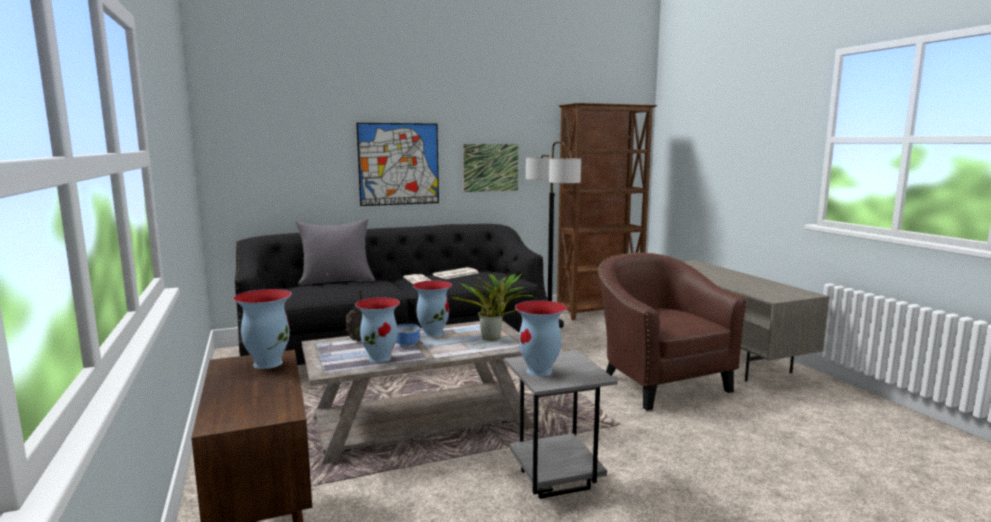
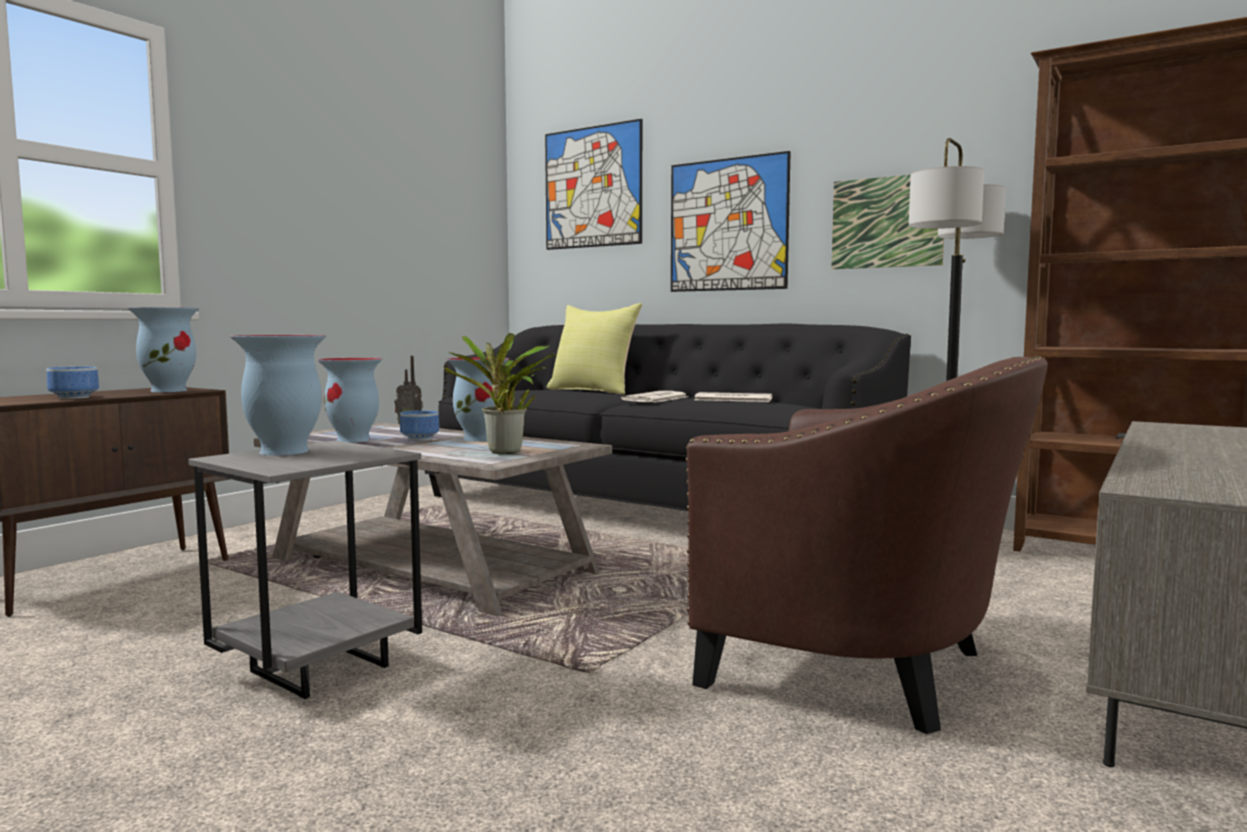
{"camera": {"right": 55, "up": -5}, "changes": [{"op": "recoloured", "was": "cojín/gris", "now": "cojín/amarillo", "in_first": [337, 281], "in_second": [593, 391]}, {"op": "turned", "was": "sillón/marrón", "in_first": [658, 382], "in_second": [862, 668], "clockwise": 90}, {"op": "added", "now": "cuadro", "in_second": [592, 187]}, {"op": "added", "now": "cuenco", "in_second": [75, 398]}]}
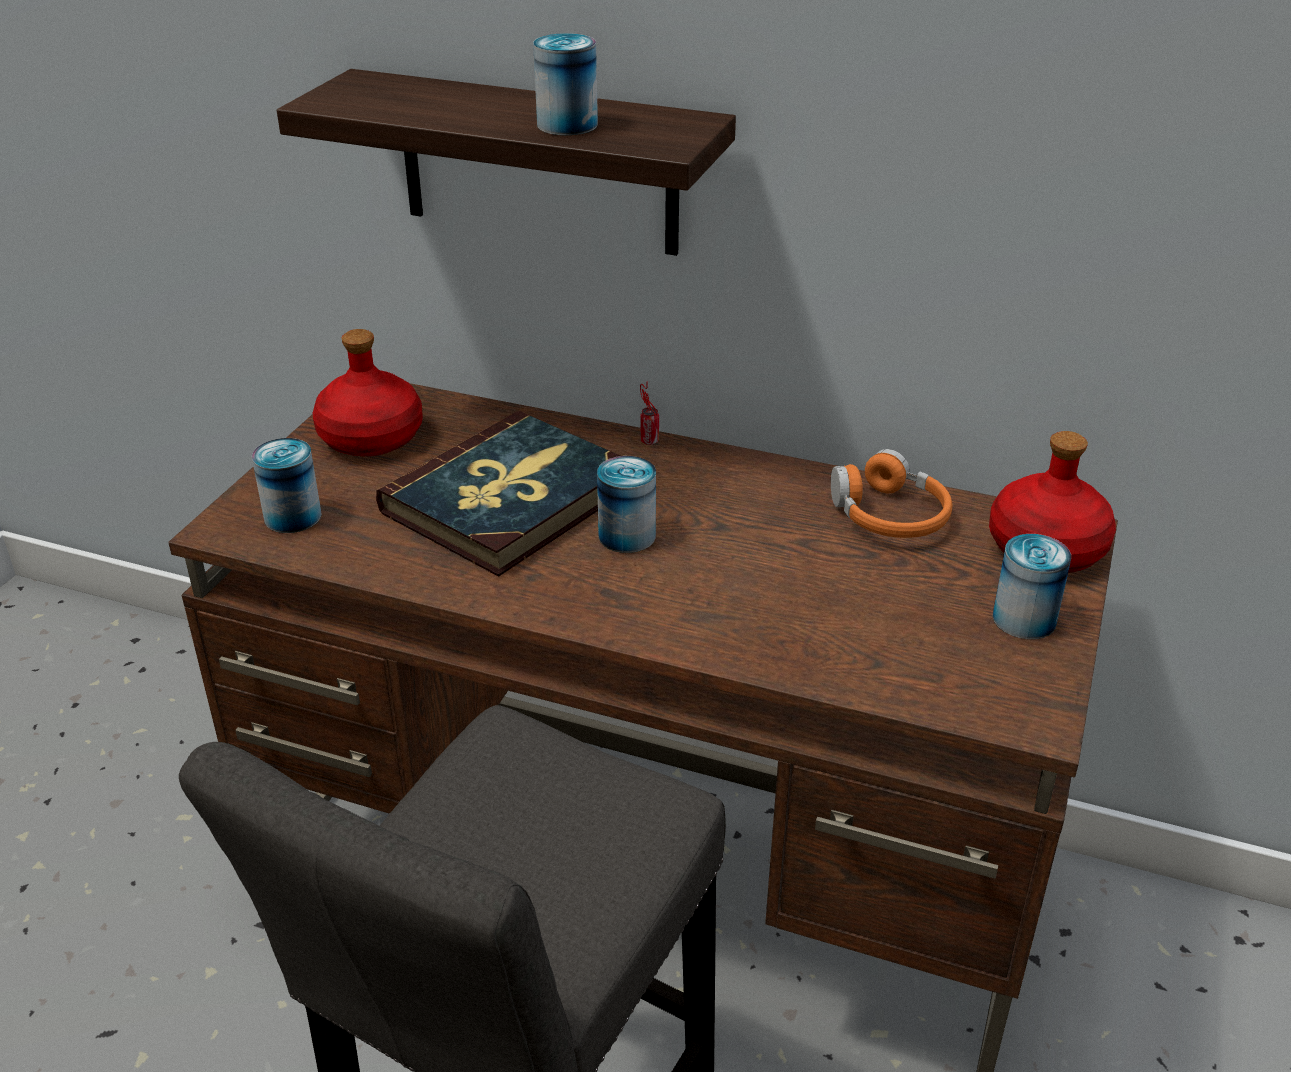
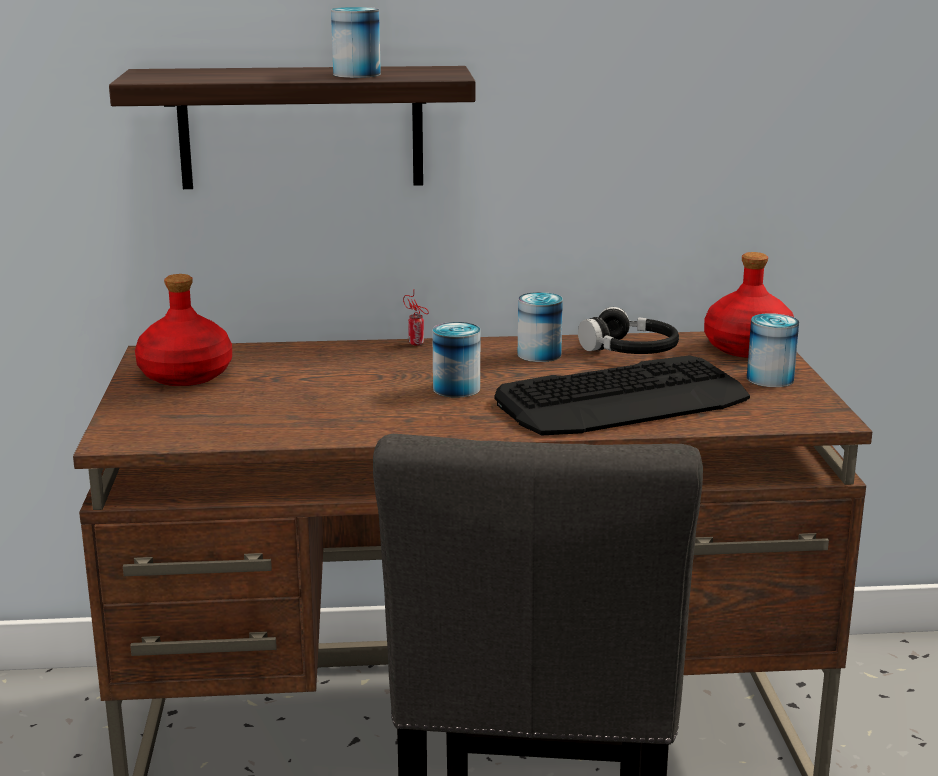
{"camera": {"right": -25, "up": -15}, "changes": [{"op": "removed", "was": "libro", "in_first": [510, 500]}, {"op": "moved", "was": "lata", "in_first": [293, 516], "in_second": [539, 354]}, {"op": "recoloured", "was": "auriculares/naranja", "now": "auriculares/negro", "in_first": [889, 515], "in_second": [629, 350]}, {"op": "added", "now": "teclado", "in_second": [623, 400]}]}
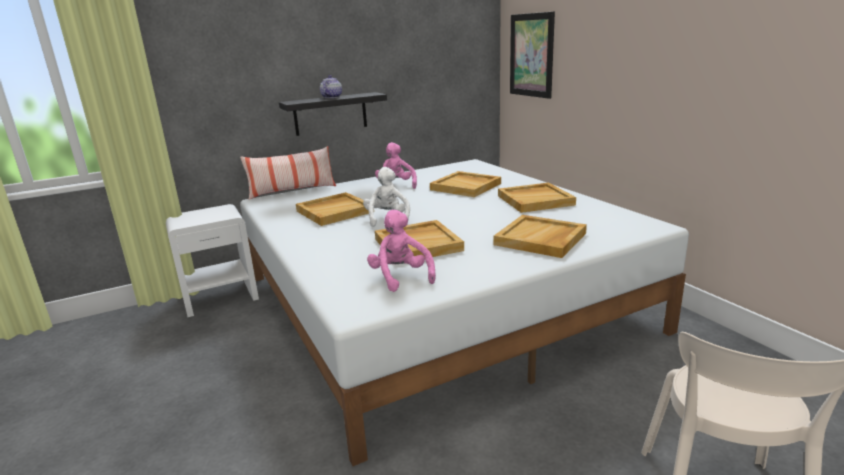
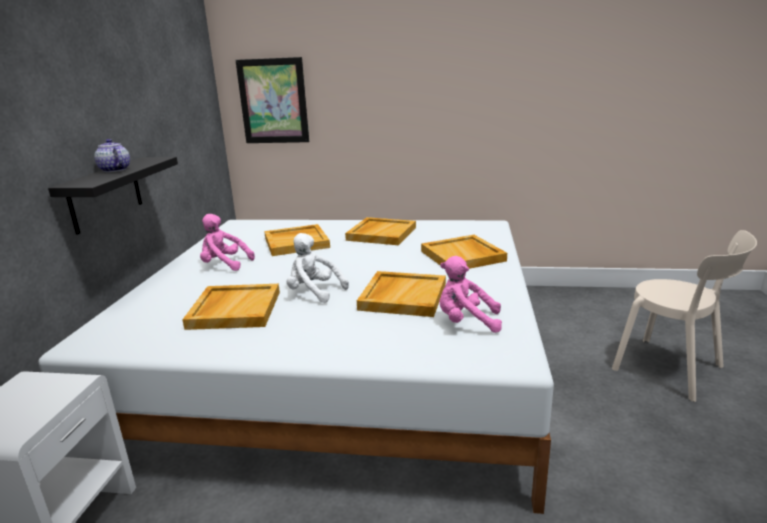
{"camera": {"right": -55, "up": 0}, "changes": [{"op": "removed", "was": "cojín", "in_first": [292, 191]}]}
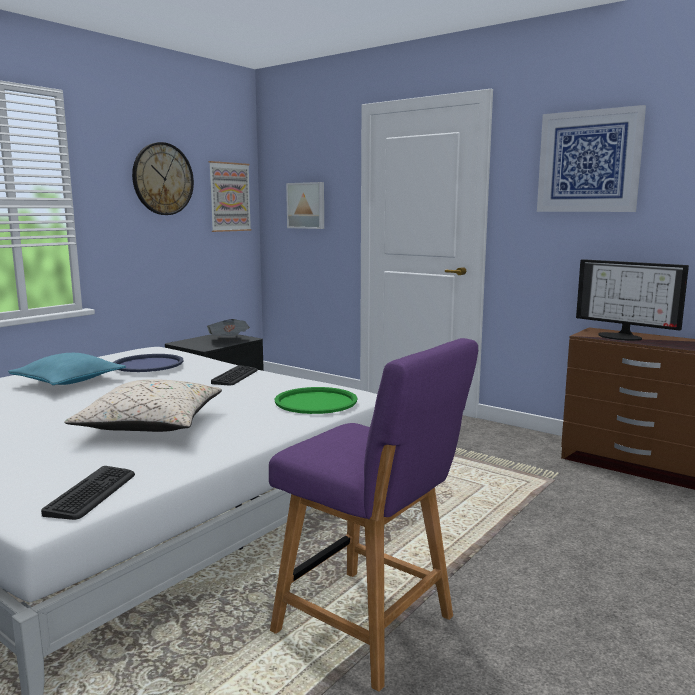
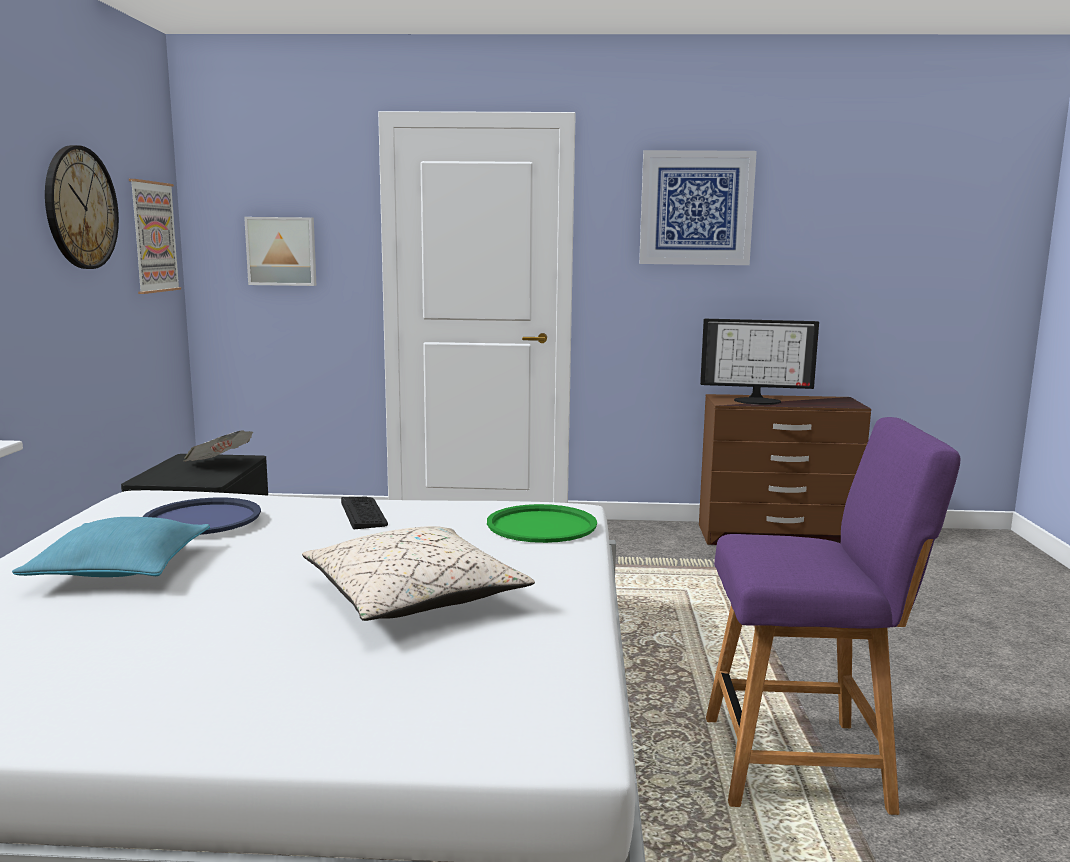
{"camera": {"right": -35, "up": 0}, "changes": [{"op": "removed", "was": "teclado", "in_first": [92, 493]}]}
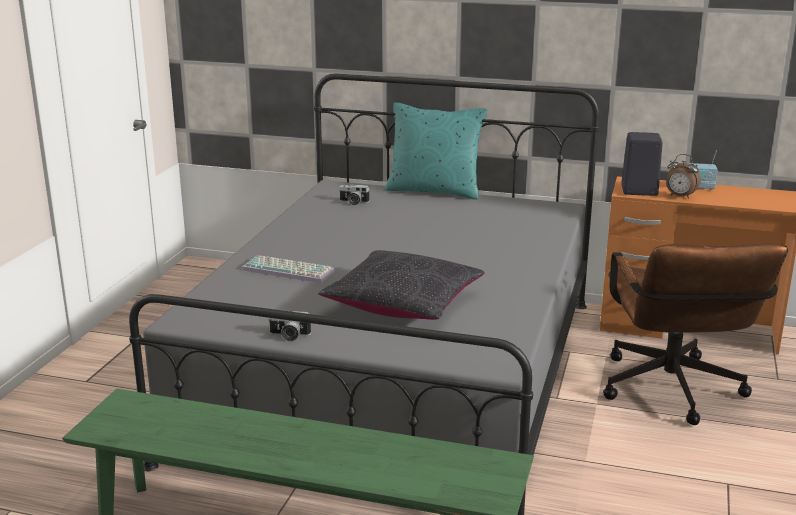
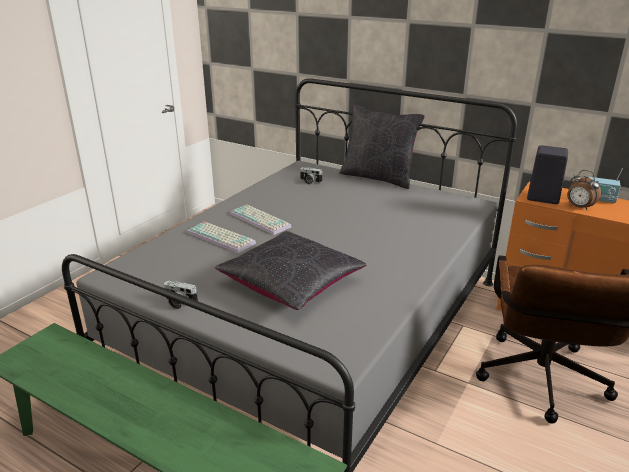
{"camera": {"right": 15, "up": 5}, "changes": [{"op": "recoloured", "was": "cojín/turquesa", "now": "cojín/negro", "in_first": [434, 190], "in_second": [378, 177]}, {"op": "added", "now": "teclado", "in_second": [261, 220]}]}
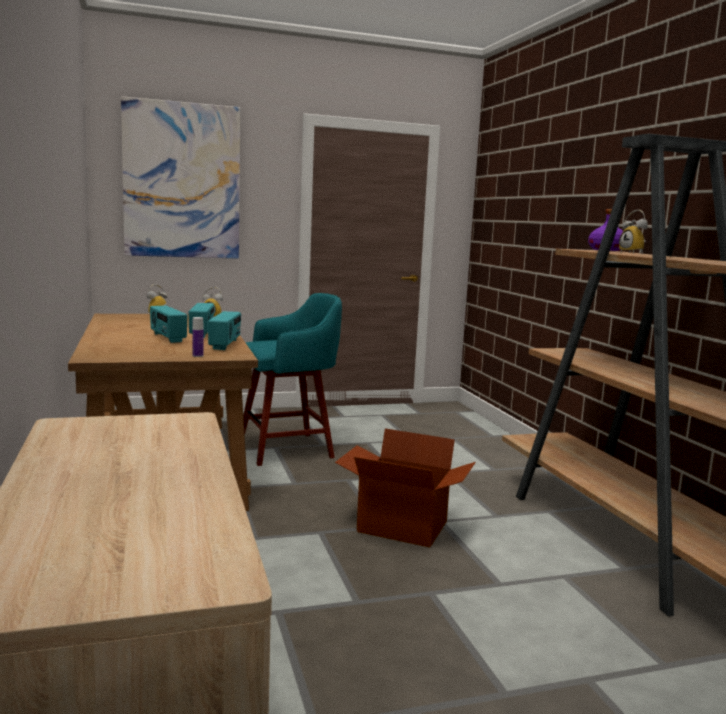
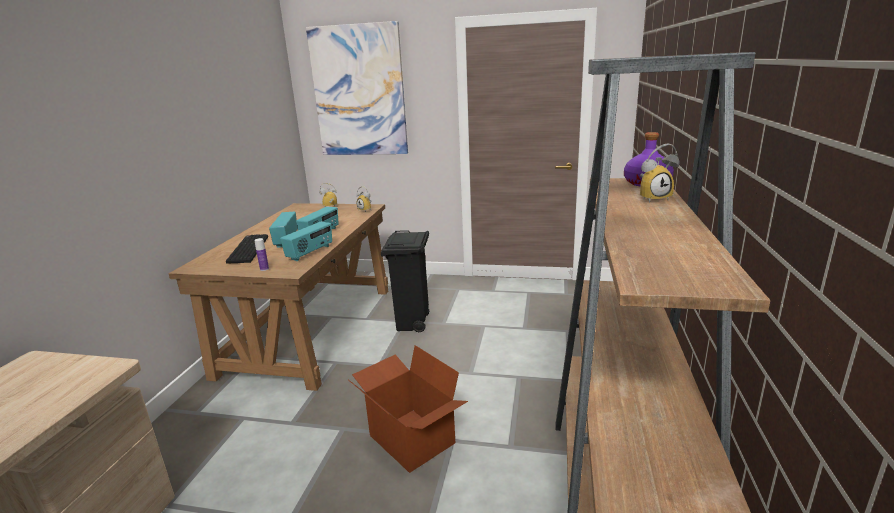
{"camera": {"right": 30, "up": 10}, "changes": [{"op": "turned", "was": "despertador", "in_first": [634, 253], "in_second": [653, 198], "clockwise": -105}, {"op": "replaced", "was": "taburete/turquesa", "now": "papelera/negro", "in_first": [288, 449], "in_second": [412, 324]}, {"op": "added", "now": "teclado", "in_second": [247, 249]}]}
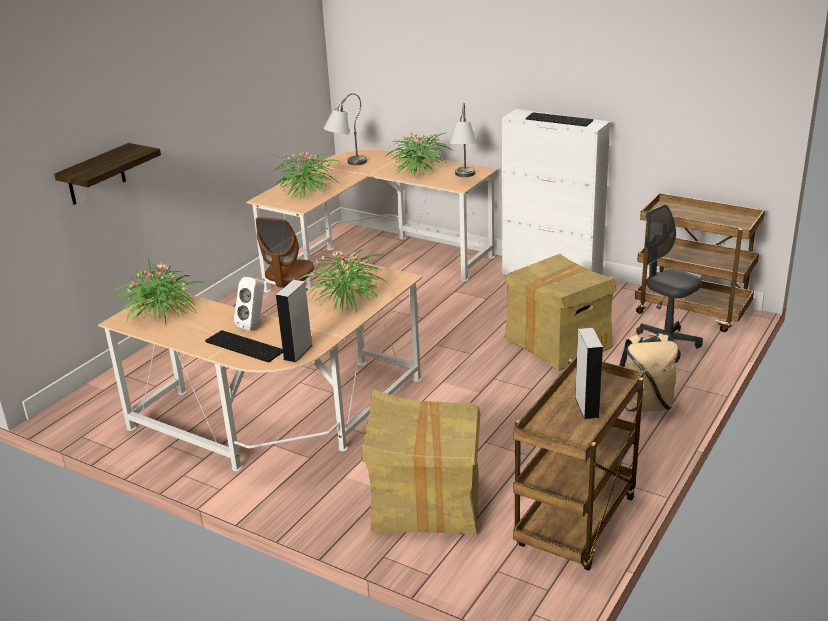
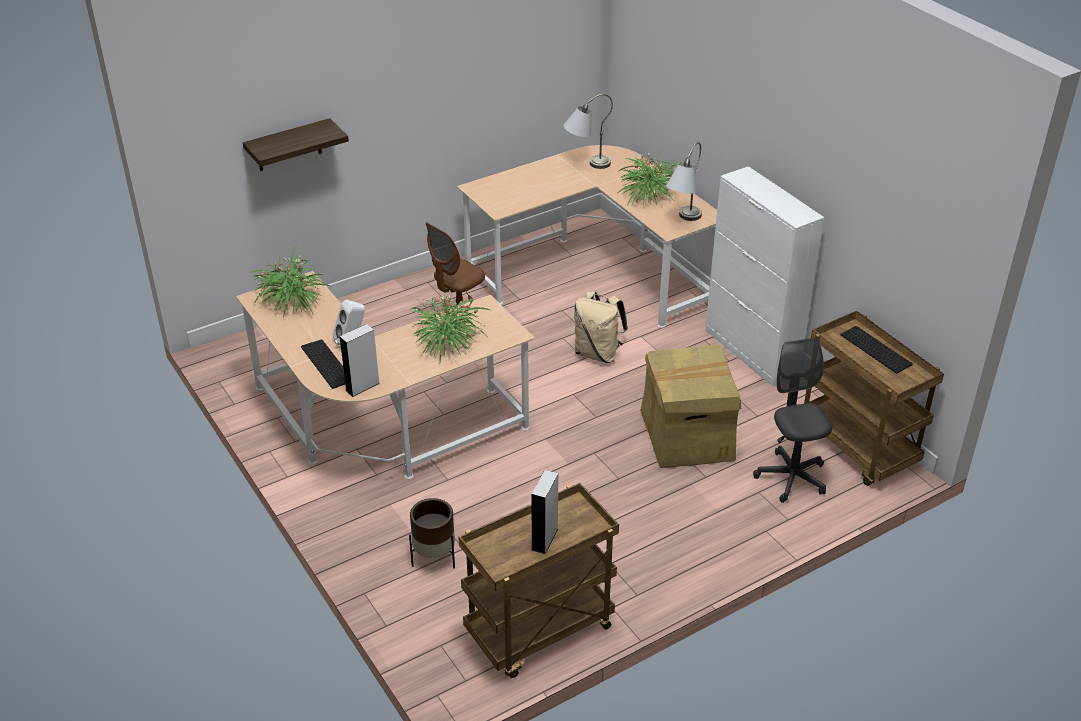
{"camera": {"right": 25, "up": 10}, "changes": [{"op": "moved", "was": "teclado", "in_first": [560, 119], "in_second": [877, 349]}, {"op": "removed", "was": "planta en maceta", "in_first": [306, 191]}, {"op": "moved", "was": "mochila/beis", "in_first": [645, 405], "in_second": [598, 353]}, {"op": "replaced", "was": "caja de cartón", "now": "maceta/marrón", "in_first": [425, 503], "in_second": [434, 558]}]}
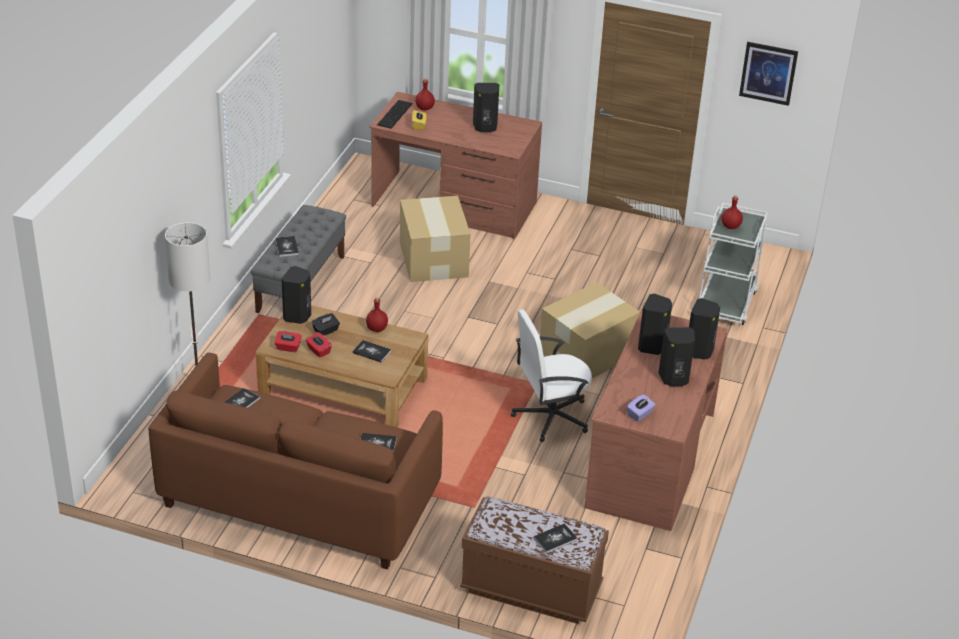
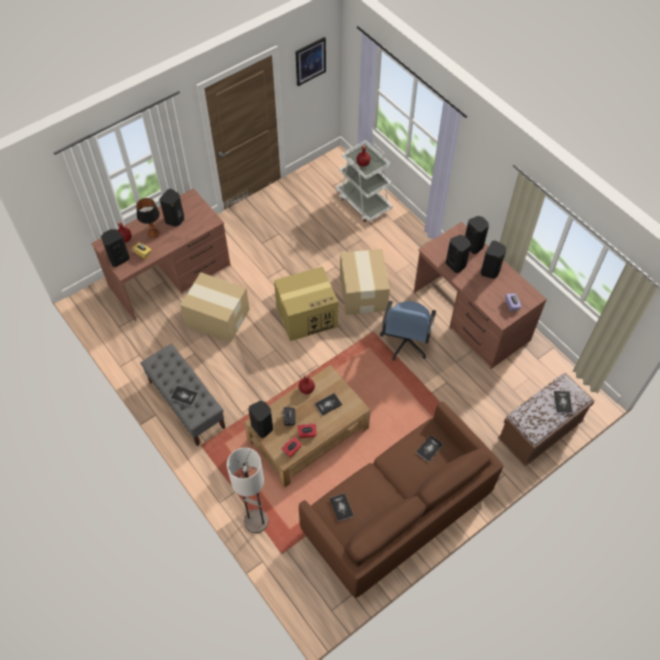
{"camera": {"right": -55, "up": 20}, "changes": [{"op": "replaced", "was": "teclado", "now": "altavoz/negro", "in_first": [395, 114], "in_second": [118, 258]}, {"op": "recoloured", "was": "silla de oficina/blanco", "now": "silla de oficina/azul", "in_first": [550, 416], "in_second": [405, 341]}, {"op": "added", "now": "lámpara de mesa", "in_second": [153, 233]}, {"op": "added", "now": "caja de cartón", "in_second": [307, 316]}]}
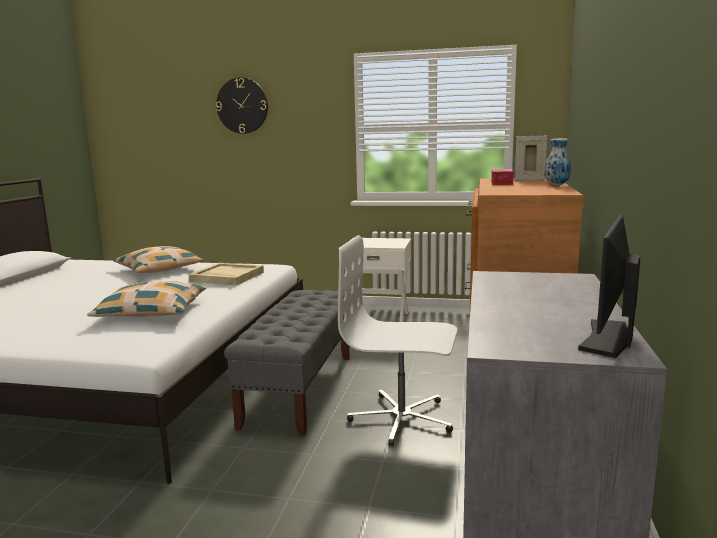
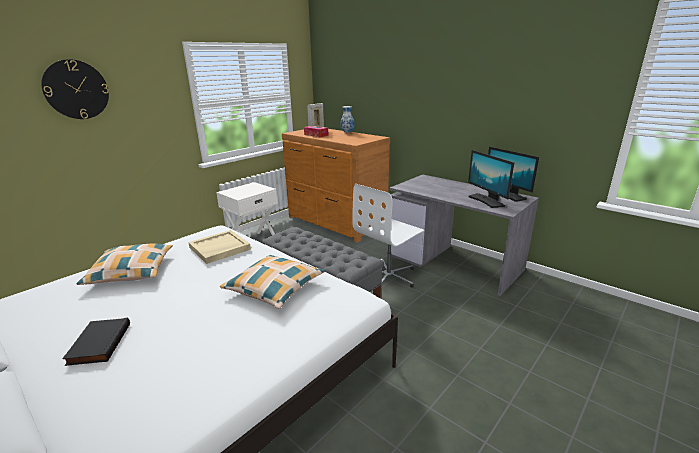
{"camera": {"right": -60, "up": 10}, "changes": [{"op": "added", "now": "monitor", "in_second": [486, 201]}, {"op": "added", "now": "libro/negro", "in_second": [98, 343]}]}
